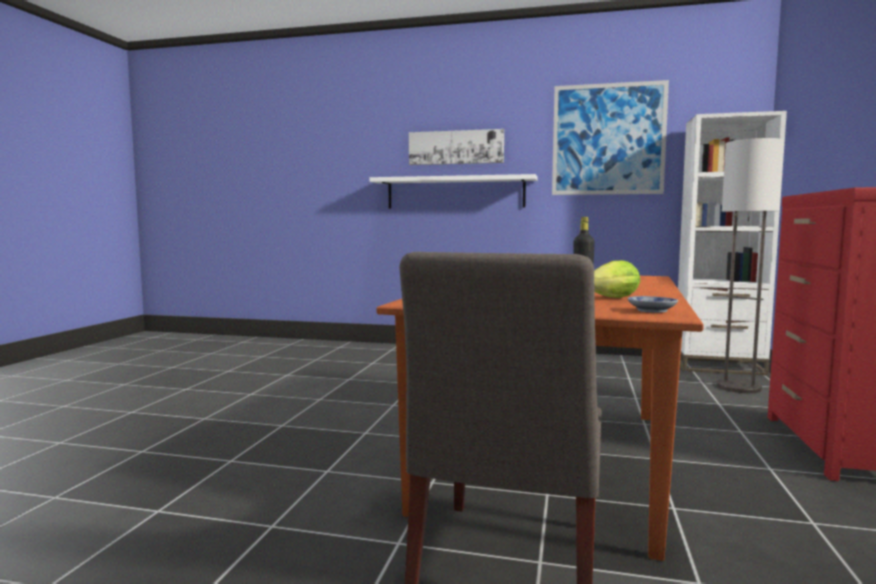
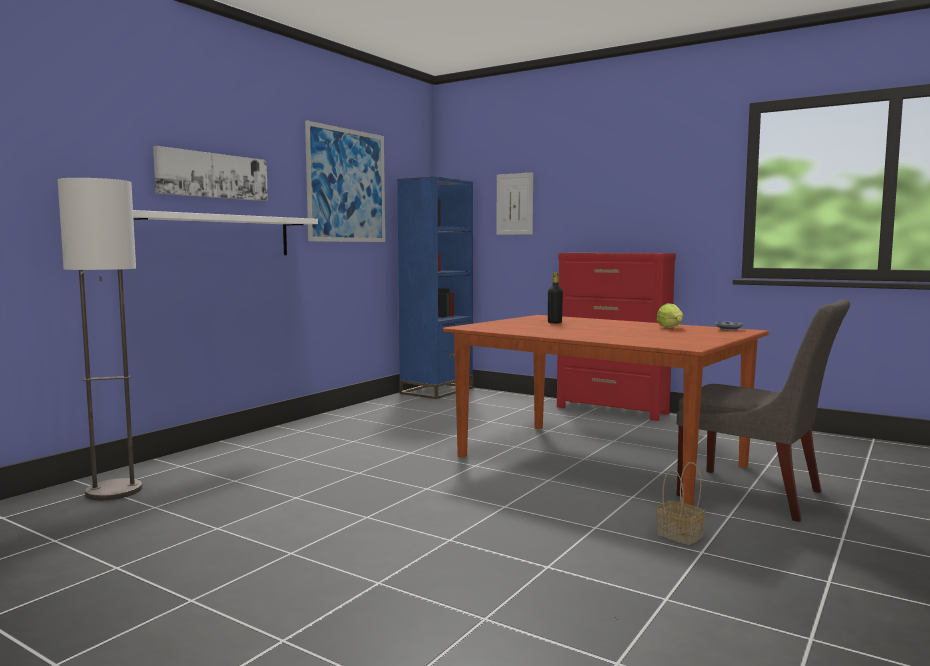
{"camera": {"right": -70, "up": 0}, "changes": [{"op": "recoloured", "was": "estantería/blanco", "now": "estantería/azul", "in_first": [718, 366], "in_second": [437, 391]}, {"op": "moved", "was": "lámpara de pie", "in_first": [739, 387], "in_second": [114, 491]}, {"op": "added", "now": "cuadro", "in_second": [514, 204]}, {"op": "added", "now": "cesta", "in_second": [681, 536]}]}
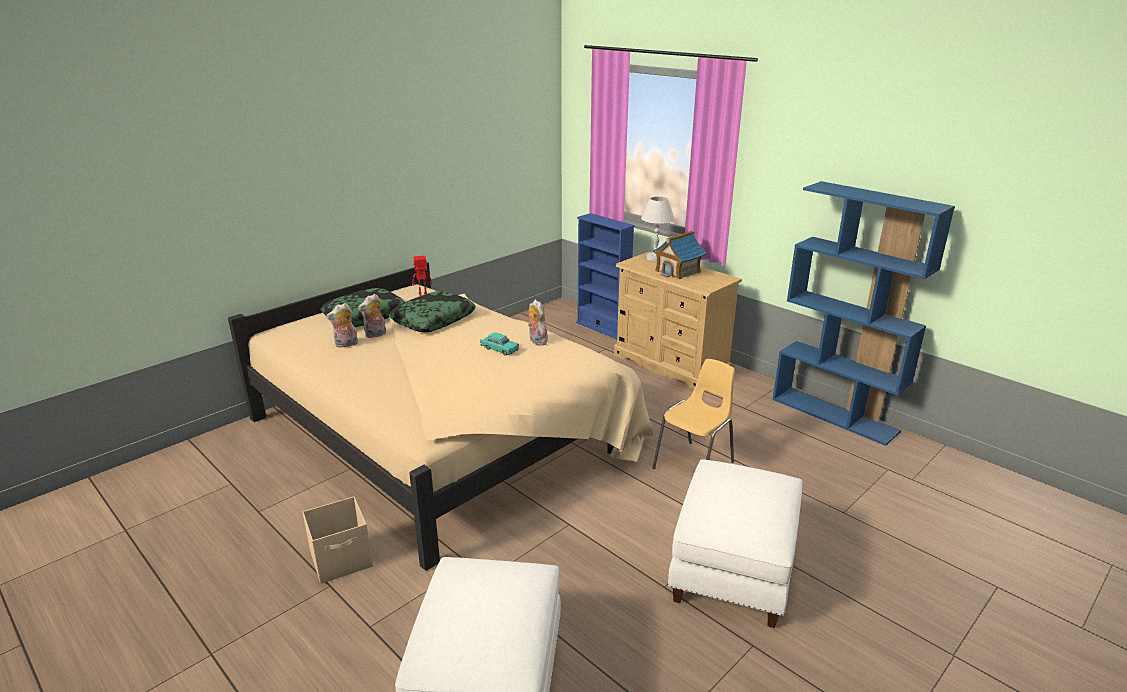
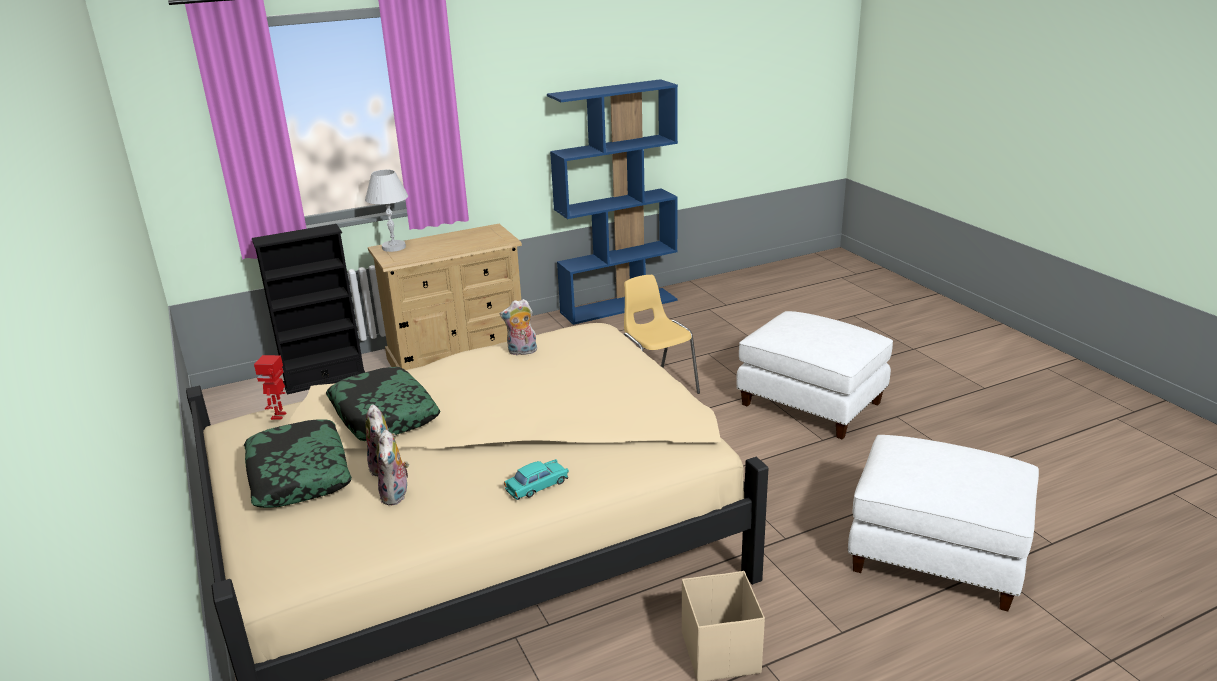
{"camera": {"right": -70, "up": 0}, "changes": [{"op": "recoloured", "was": "estantería/azul", "now": "estantería/negro", "in_first": [602, 328], "in_second": [325, 379]}, {"op": "removed", "was": "casita", "in_first": [678, 271]}, {"op": "moved", "was": "coche de juguete/turquesa", "in_first": [499, 349], "in_second": [537, 486]}]}
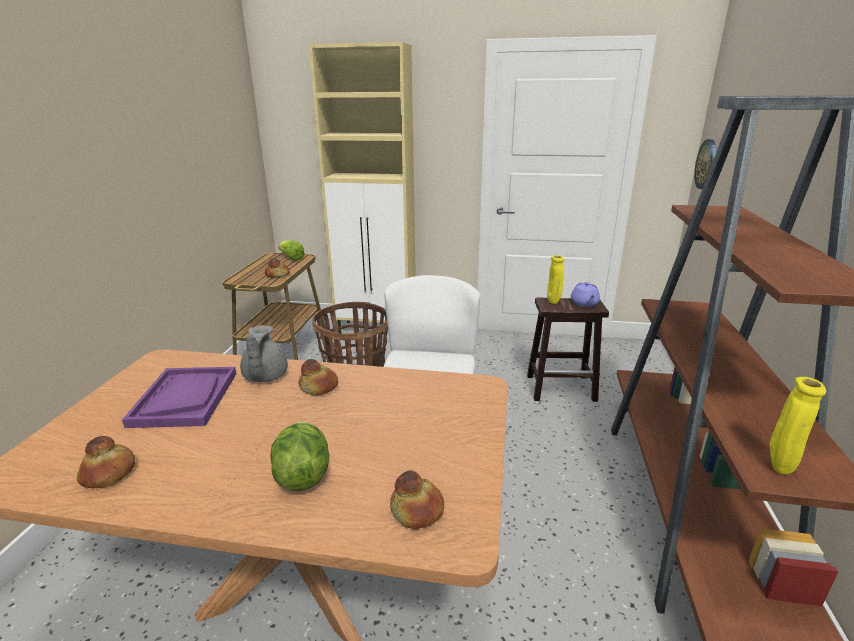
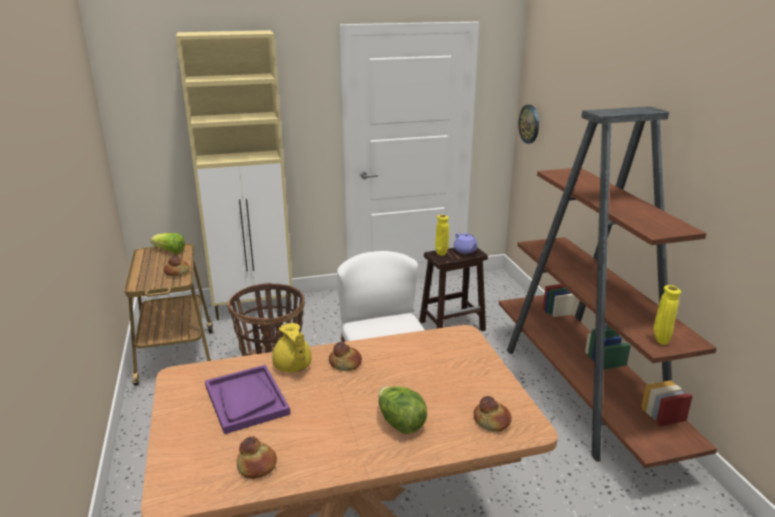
{"camera": {"right": -25, "up": 0}, "changes": [{"op": "recoloured", "was": "tetera/gris", "now": "tetera/amarillo", "in_first": [264, 377], "in_second": [293, 367]}]}
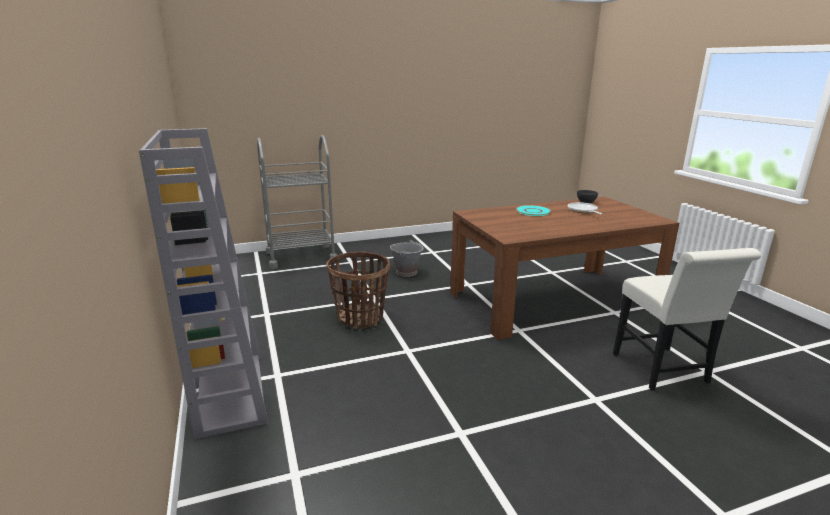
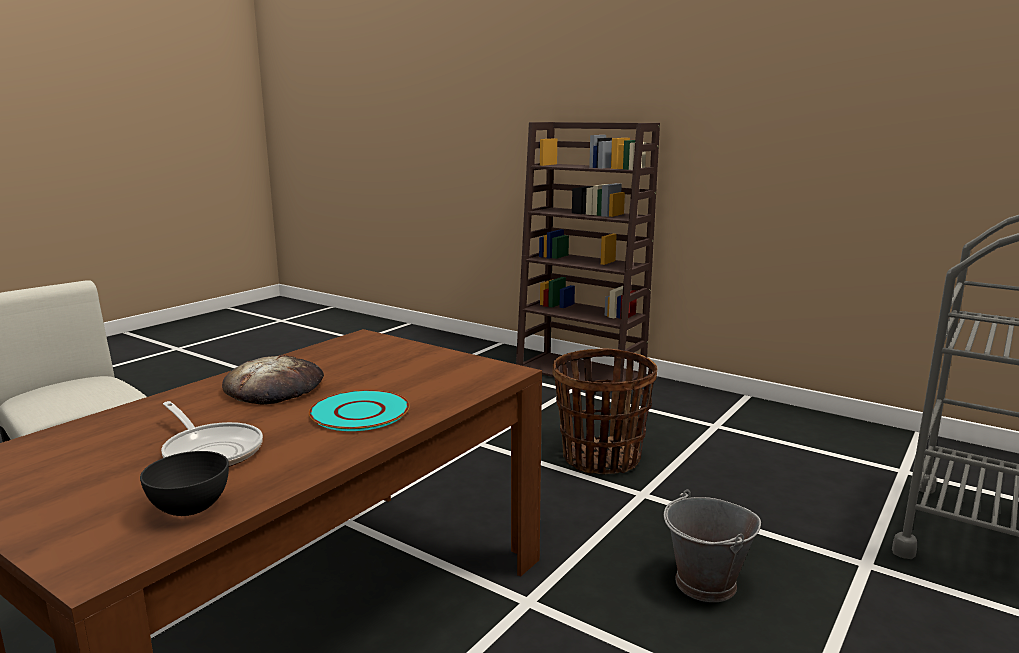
{"camera": {"right": 145, "up": -5}, "changes": [{"op": "recoloured", "was": "estantería/gris", "now": "estantería/marrón", "in_first": [229, 392], "in_second": [581, 373]}, {"op": "added", "now": "pan", "in_second": [274, 387]}]}
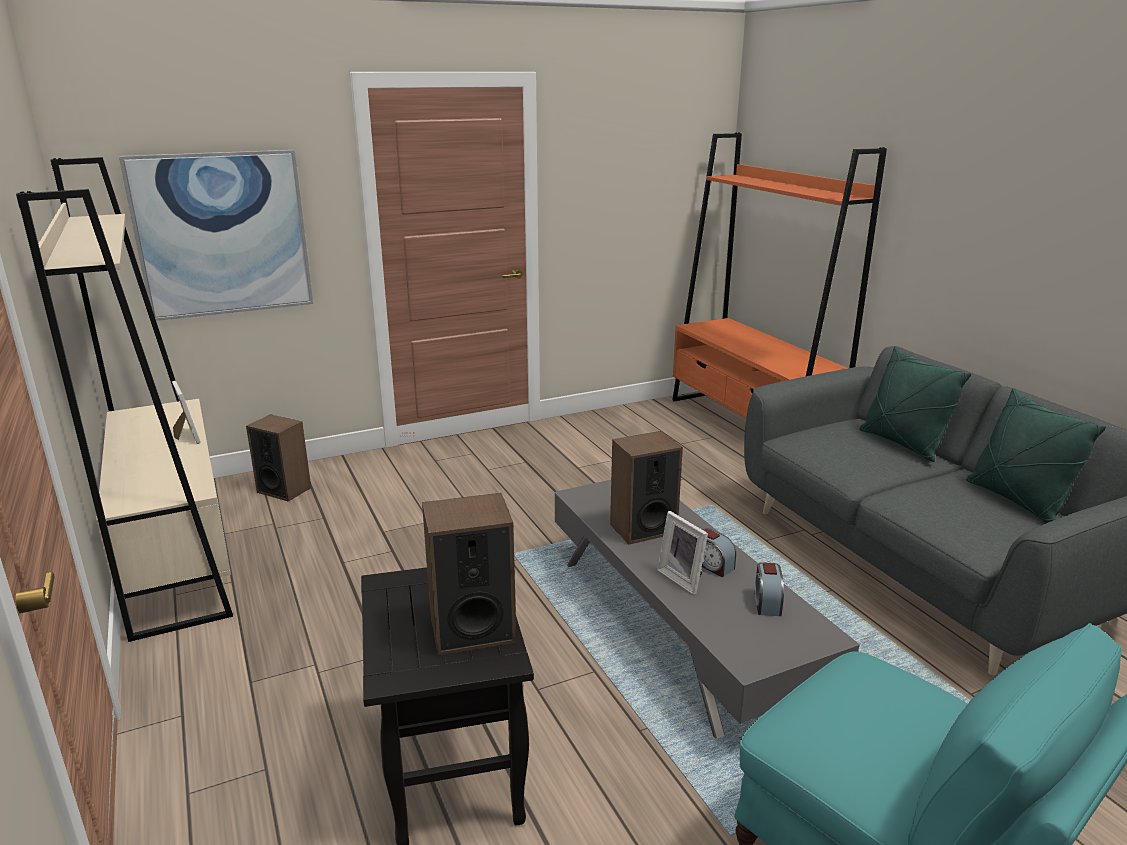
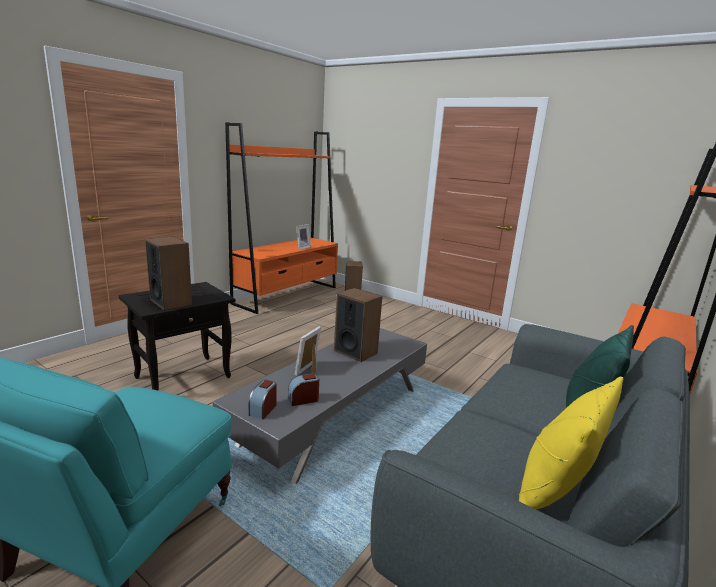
{"camera": {"right": 60, "up": -5}, "changes": [{"op": "removed", "was": "cuadro", "in_first": [222, 234]}, {"op": "recoloured", "was": "estantería/beis", "now": "estantería/naranja", "in_first": [176, 555], "in_second": [287, 295]}, {"op": "recoloured", "was": "cojín/verde", "now": "cojín/amarillo", "in_first": [1017, 501], "in_second": [555, 490]}, {"op": "moved", "was": "despertador", "in_first": [713, 565], "in_second": [263, 409]}]}
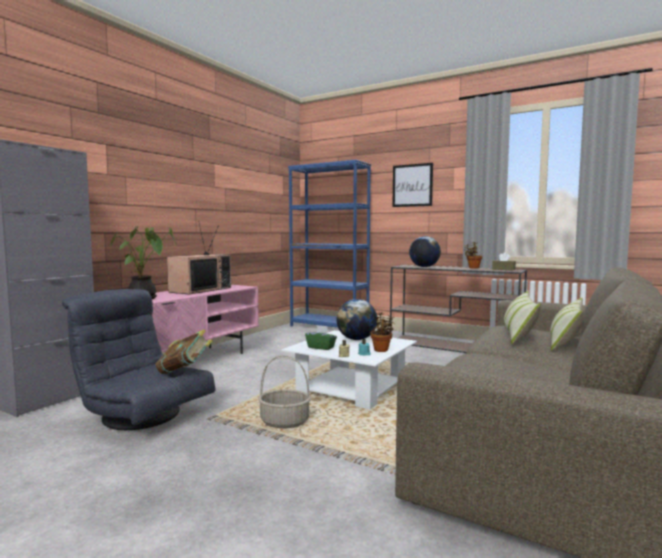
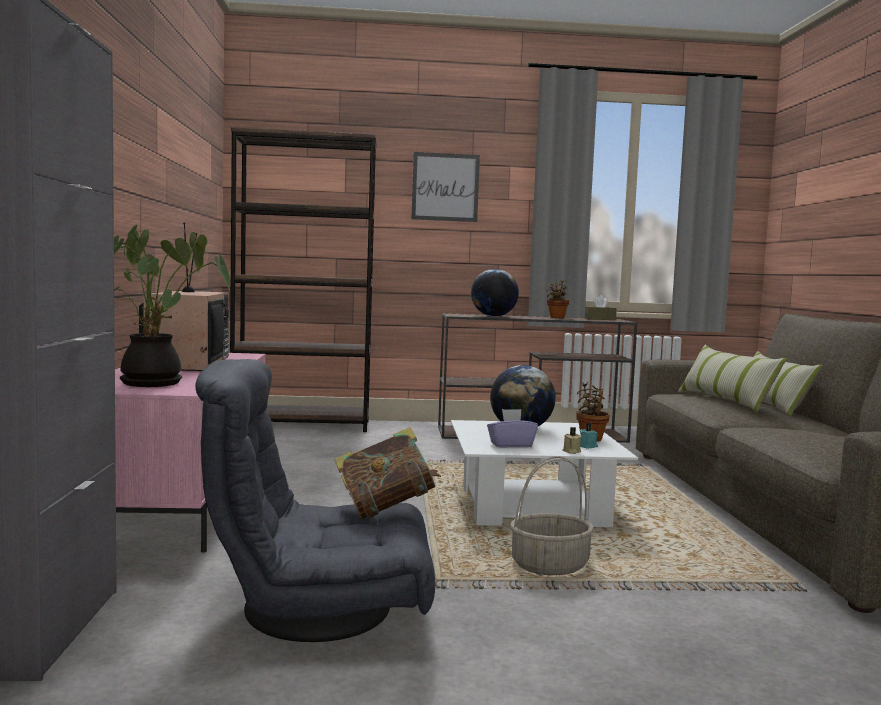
{"camera": {"right": -35, "up": 0}, "changes": [{"op": "recoloured", "was": "estantería/azul", "now": "estantería/marrón", "in_first": [329, 327], "in_second": [302, 425]}, {"op": "recoloured", "was": "caja de pañuelos/verde", "now": "caja de pañuelos/morado", "in_first": [321, 347], "in_second": [511, 445]}]}
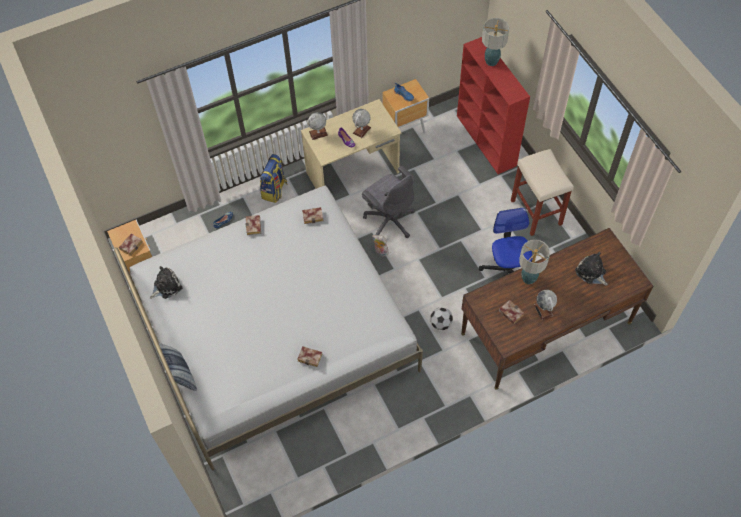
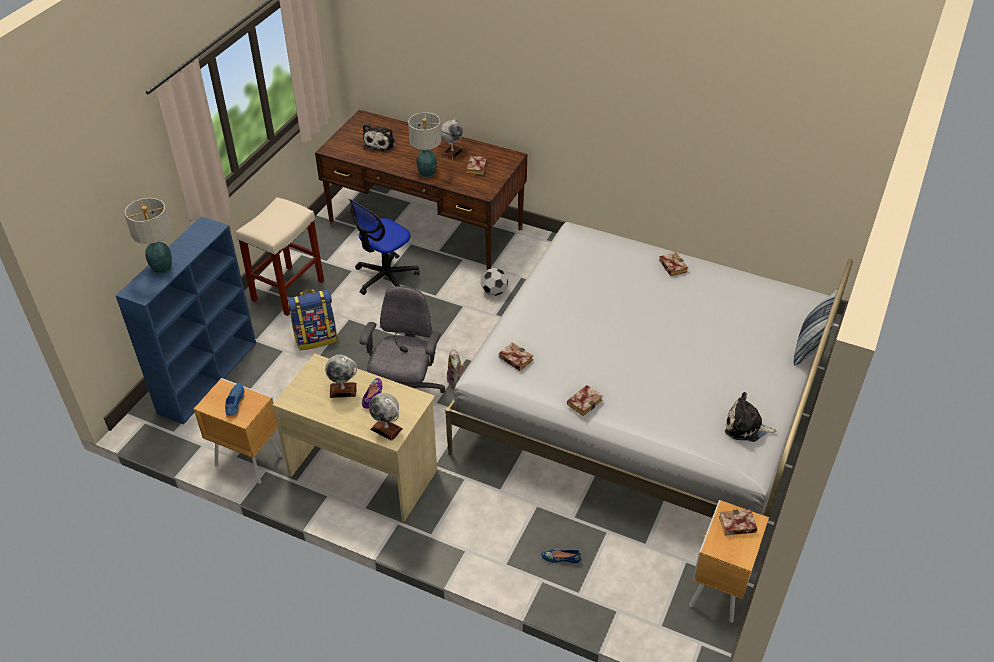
{"camera": {"right": -130, "up": -15}, "changes": [{"op": "recoloured", "was": "estantería/rojo", "now": "estantería/azul", "in_first": [486, 141], "in_second": [208, 376]}, {"op": "moved", "was": "mochila", "in_first": [274, 190], "in_second": [316, 338]}]}
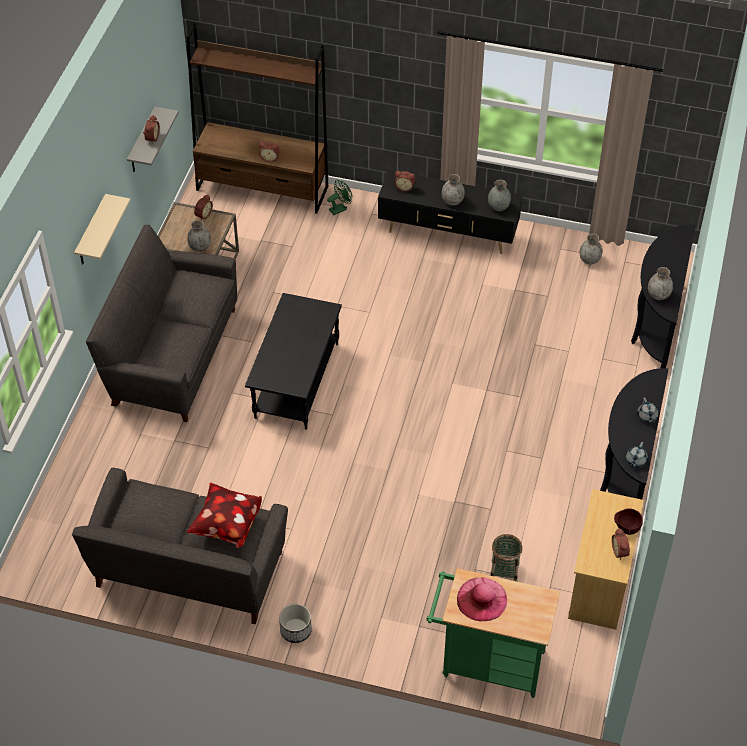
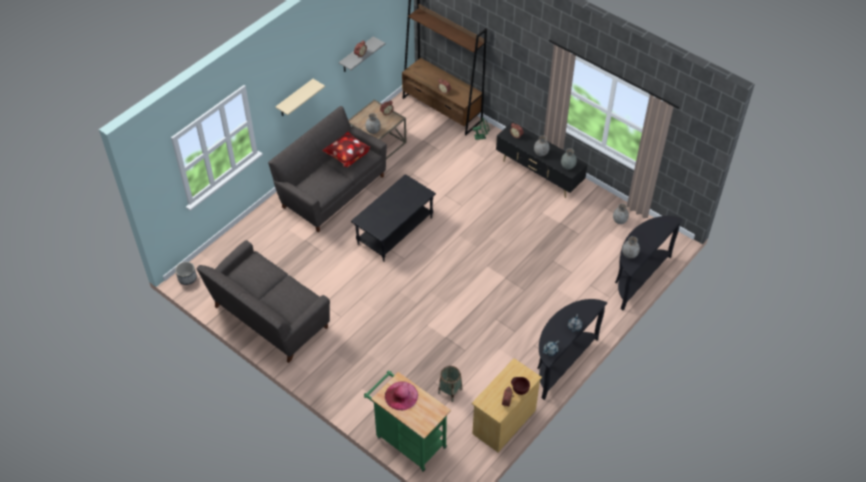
{"camera": {"right": 25, "up": 0}, "changes": [{"op": "moved", "was": "cojín", "in_first": [226, 525], "in_second": [346, 156]}, {"op": "moved", "was": "maceta", "in_first": [295, 630], "in_second": [187, 278]}]}
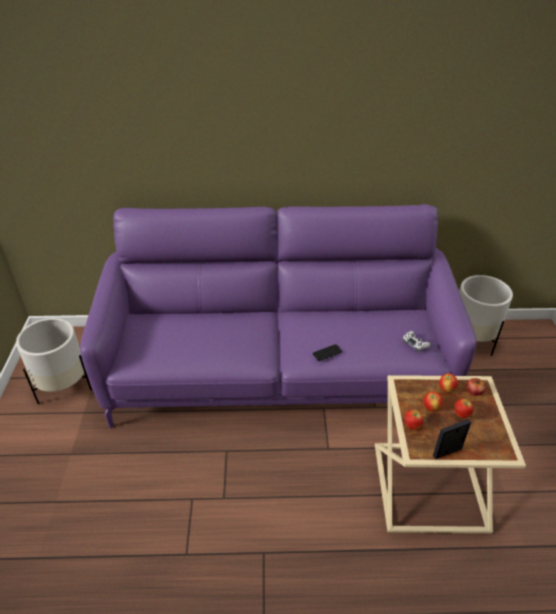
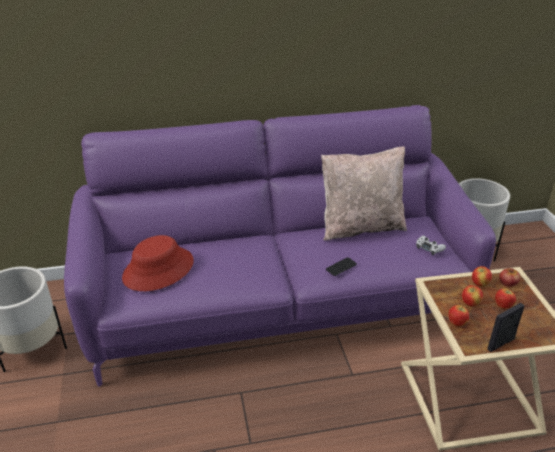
{"camera": {"right": -10, "up": -5}, "changes": [{"op": "added", "now": "cojín/beis", "in_second": [360, 227]}, {"op": "added", "now": "sombrero/rojo", "in_second": [158, 270]}]}
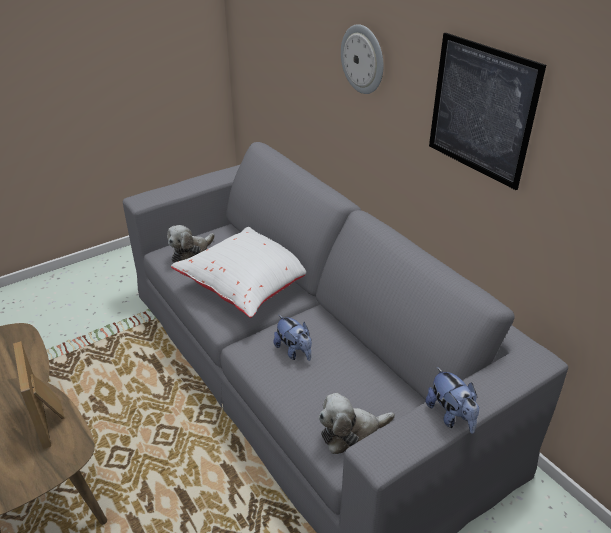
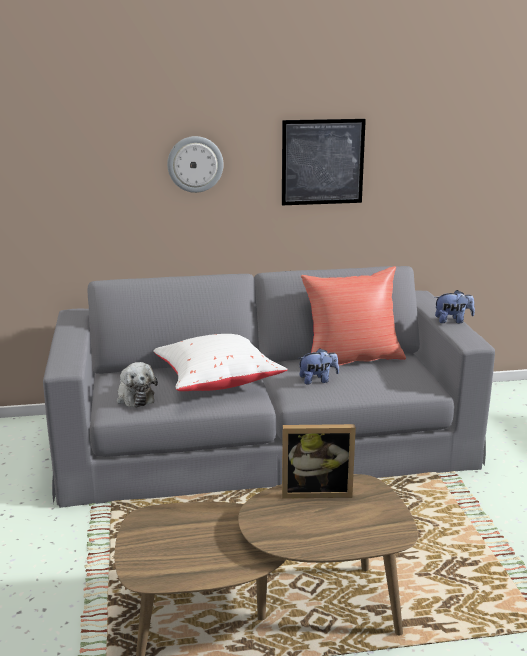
{"camera": {"right": -65, "up": -15}, "changes": [{"op": "removed", "was": "peluche", "in_first": [351, 433]}, {"op": "added", "now": "cojín/rojo", "in_second": [351, 359]}]}
